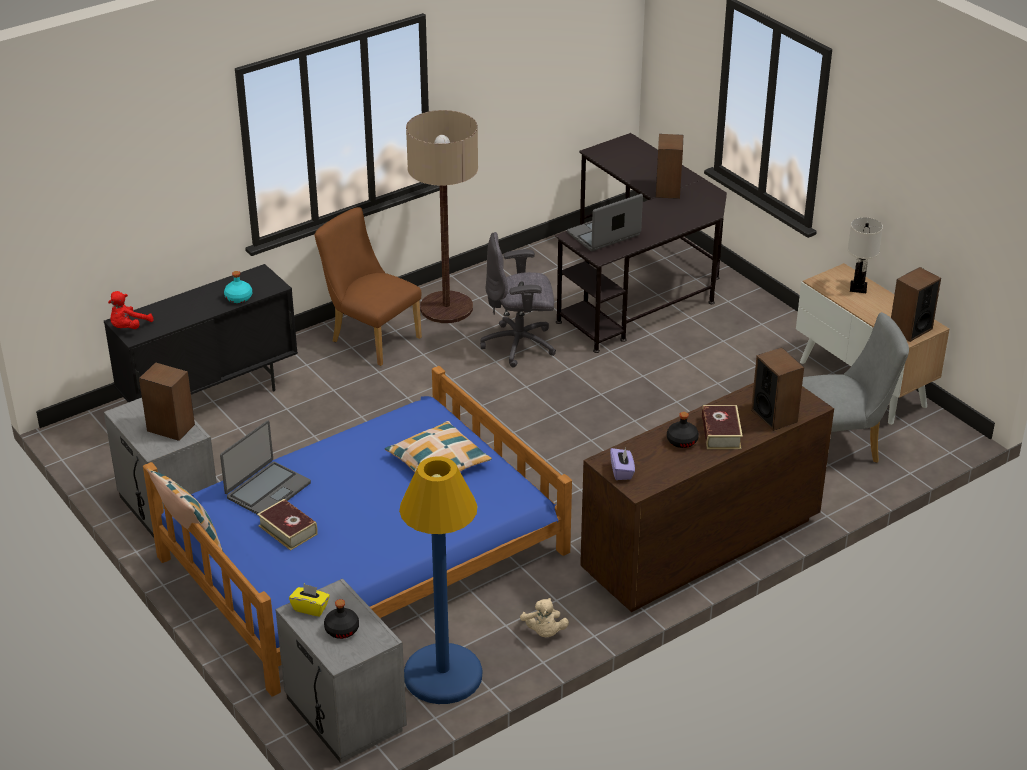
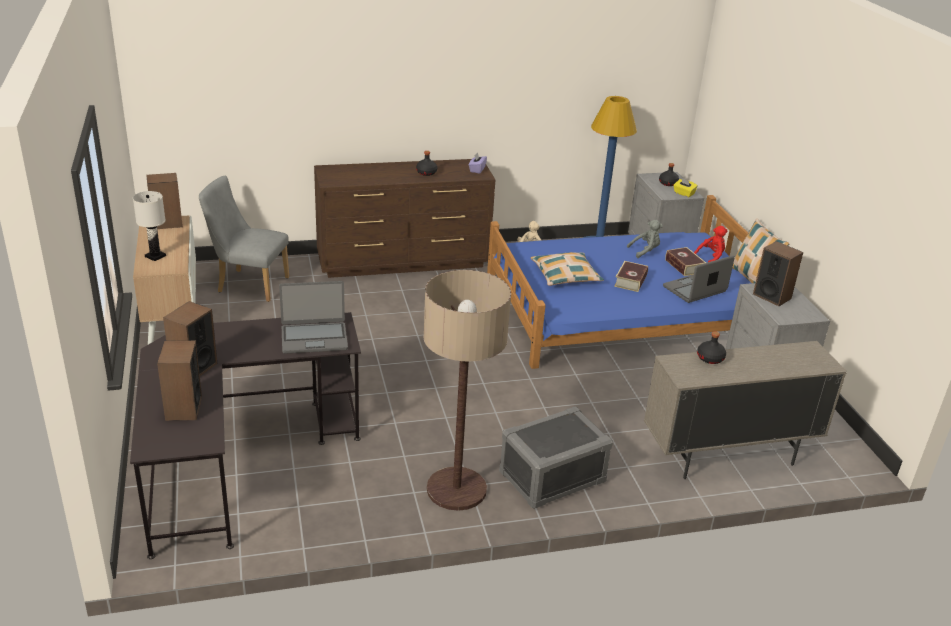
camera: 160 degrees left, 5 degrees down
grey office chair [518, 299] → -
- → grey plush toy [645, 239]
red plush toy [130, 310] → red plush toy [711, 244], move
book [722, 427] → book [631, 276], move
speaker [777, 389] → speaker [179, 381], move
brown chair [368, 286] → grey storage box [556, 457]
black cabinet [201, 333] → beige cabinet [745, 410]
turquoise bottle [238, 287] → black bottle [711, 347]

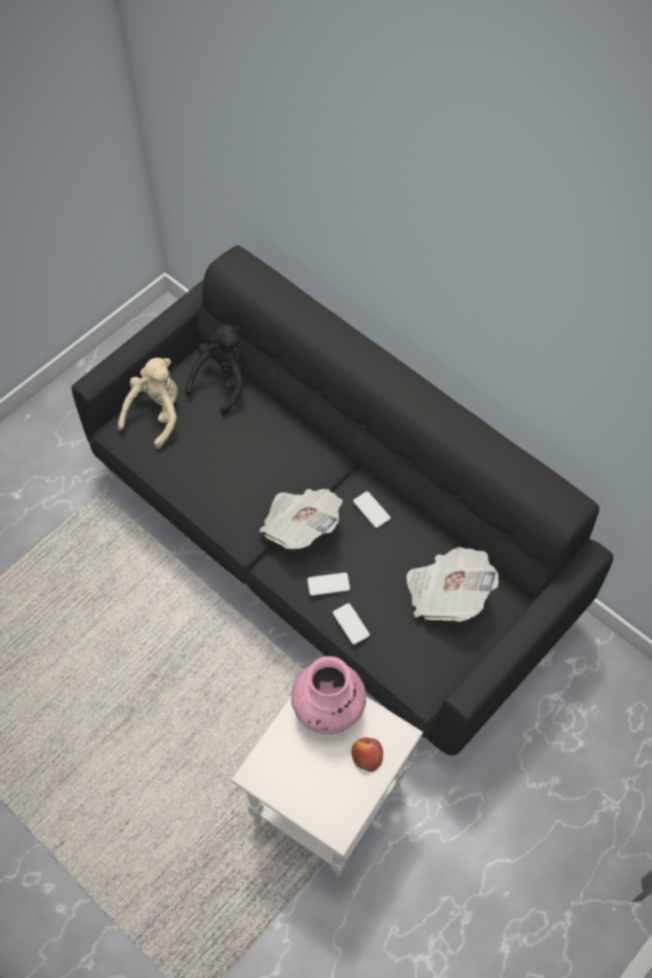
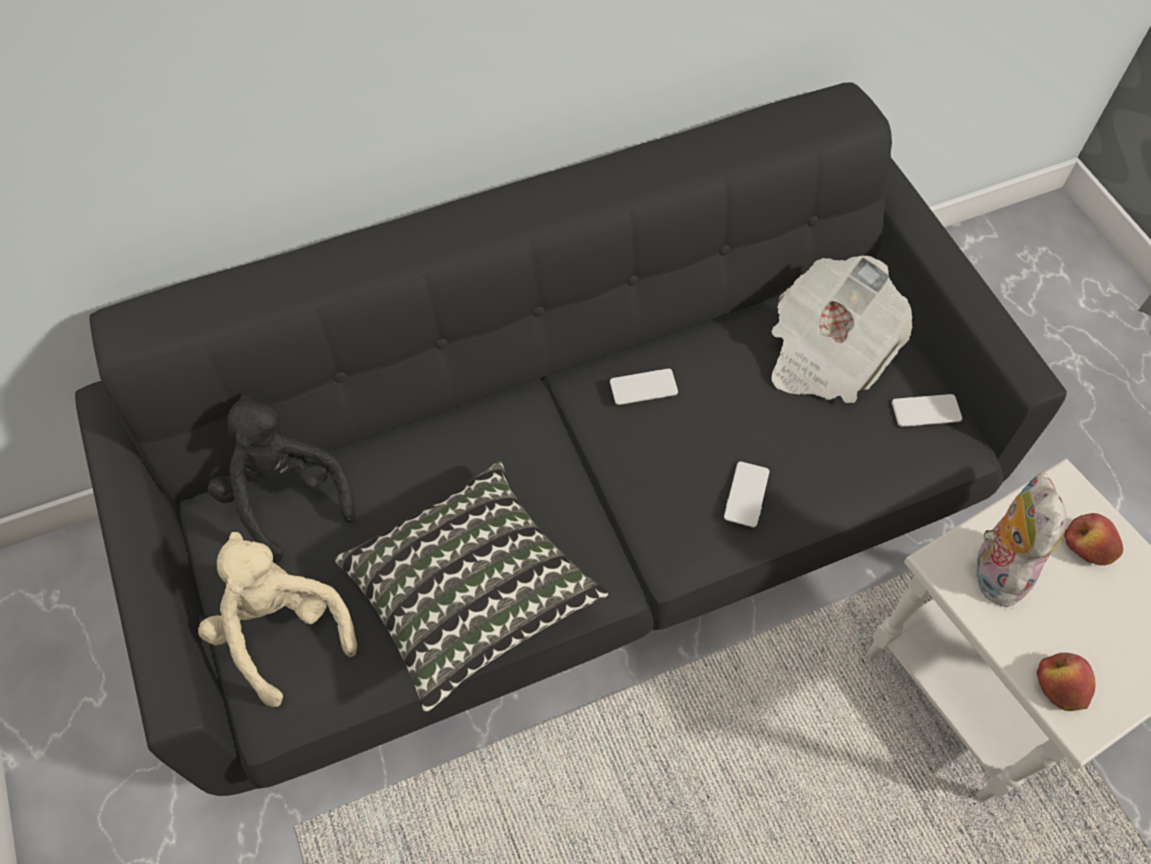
camera: 65 degrees left, 0 degrees up
newspaper [301, 518] → -
- → pillow [471, 586]
- → apple [1066, 682]
phone [351, 623] → phone [927, 410], move
pink vase [328, 695] → plush toy [1020, 542]

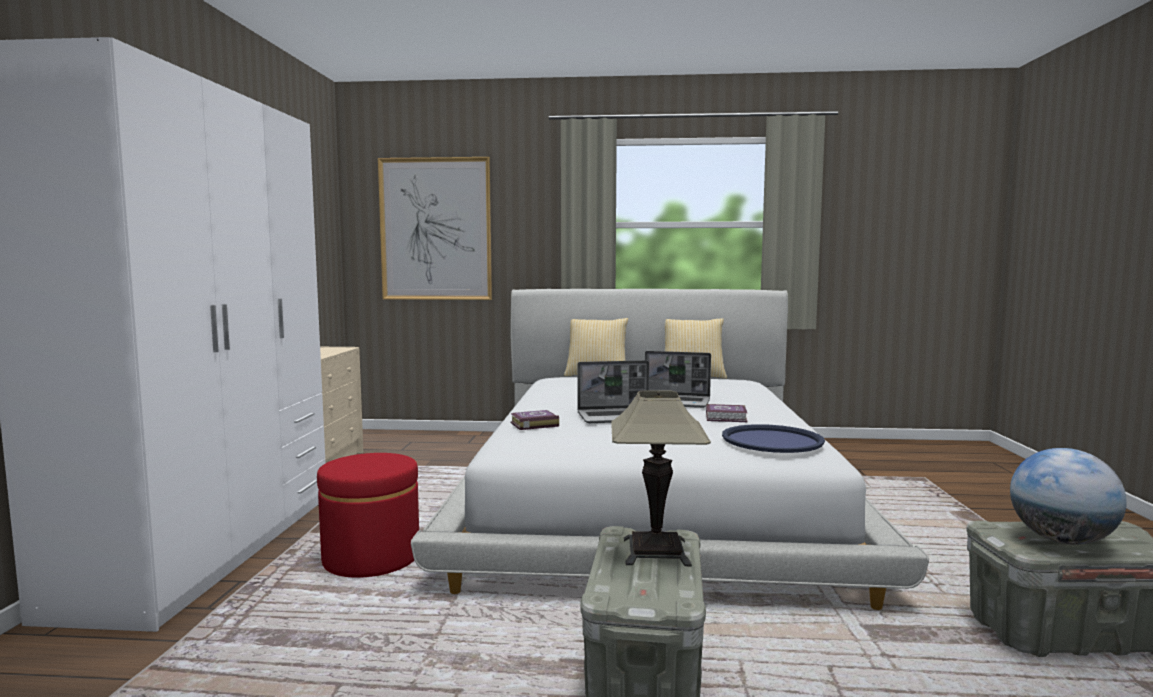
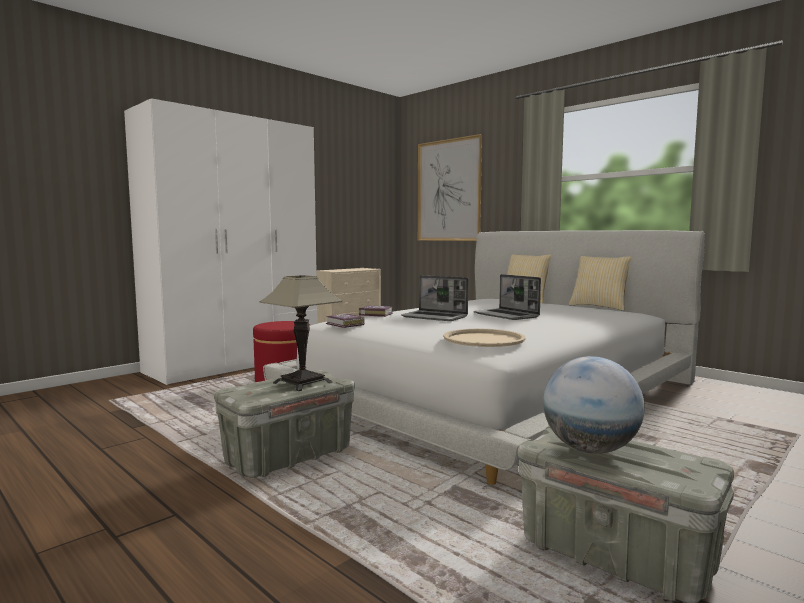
camera: 40 degrees right, 0 degrees up
book [726, 413] → book [345, 320], move
blue tray [773, 438] → beige tray [484, 338]

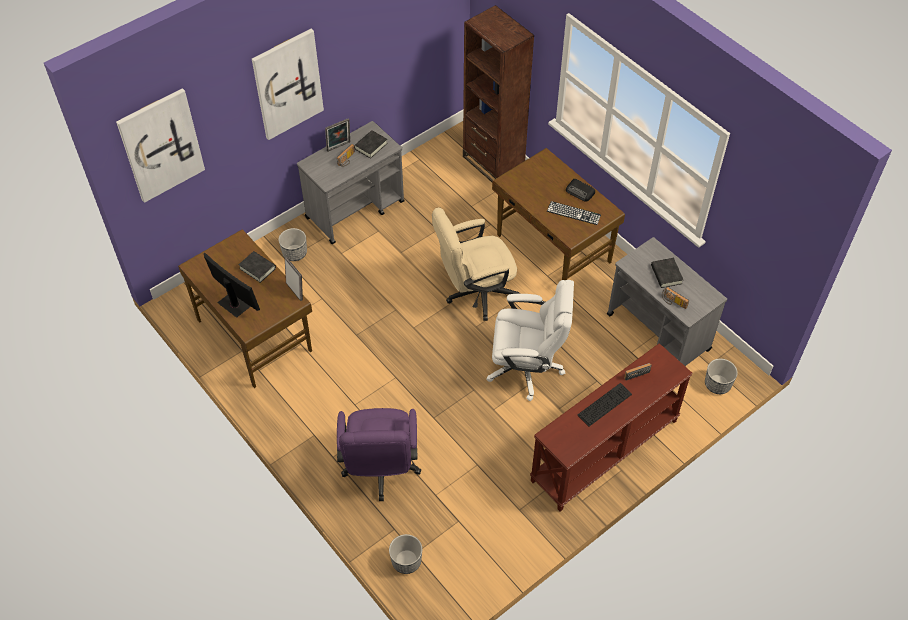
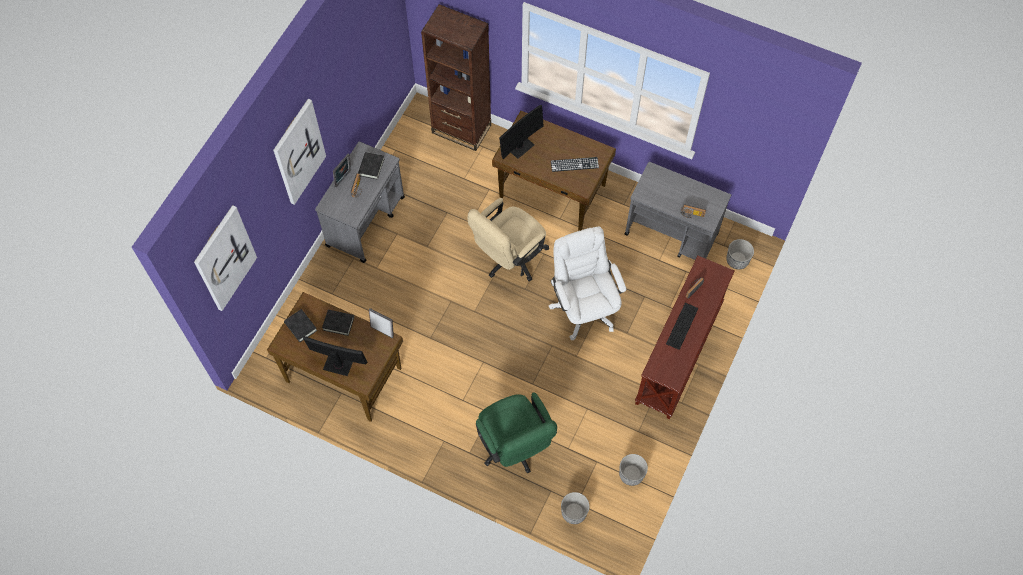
camera: 25 degrees left, 10 degrees up
radio [580, 190] → -
- → monitor [521, 132]
planter [292, 244] → planter [633, 470], move
black book [667, 273] → black book [300, 325], move
purple office chair [379, 454] → green office chair [516, 433]
white office chair [530, 340] → white office chair [587, 283], 90 degrees counterclockwise

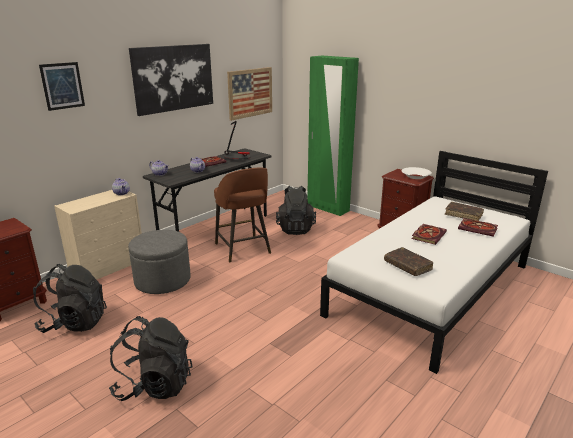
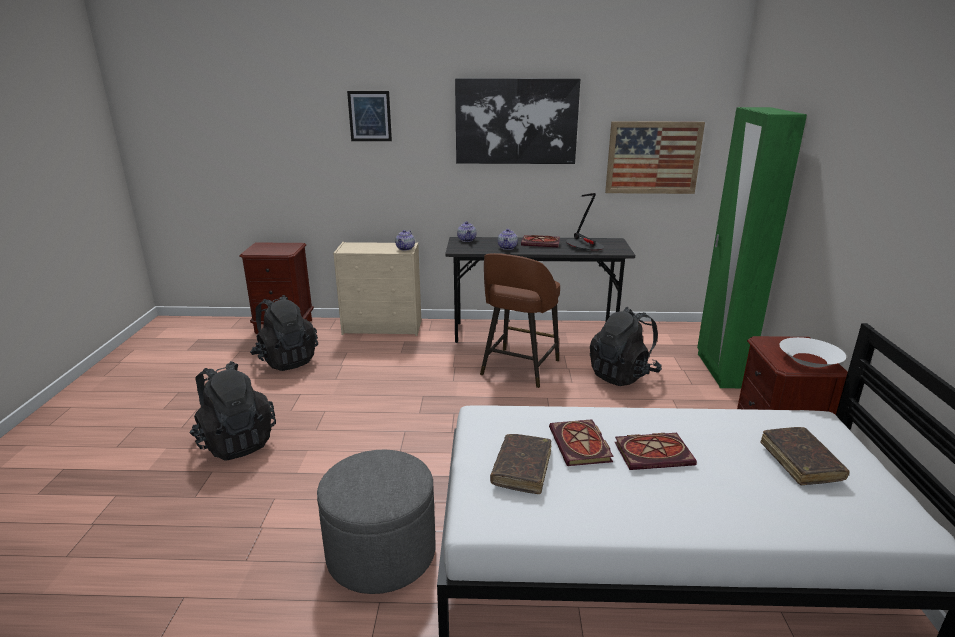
camera: 50 degrees right, 0 degrees up
grey ottoman [159, 262] → grey ottoman [376, 522], move
book [478, 227] → book [581, 442], move

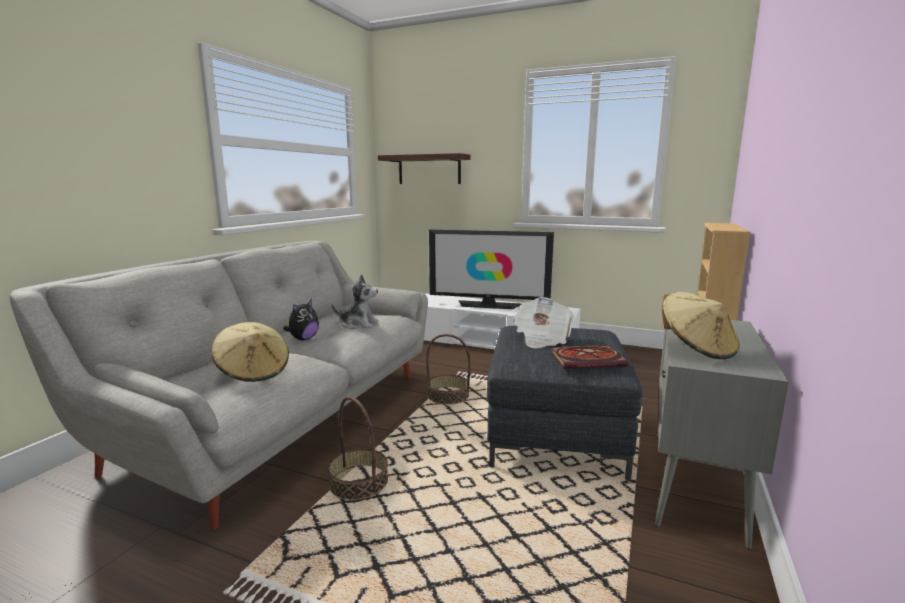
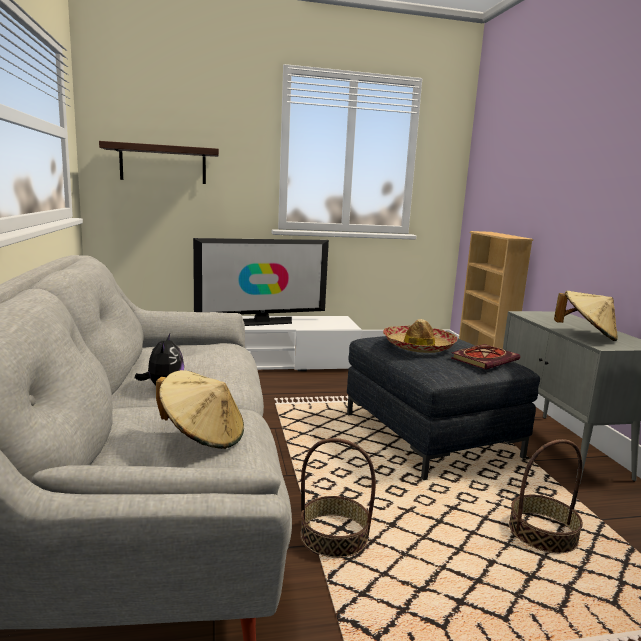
camera: 35 degrees left, 0 degrees up
plush toy [355, 301] → -
basket [448, 369] → basket [546, 496], move
newspaper [543, 322] → hat [420, 336]

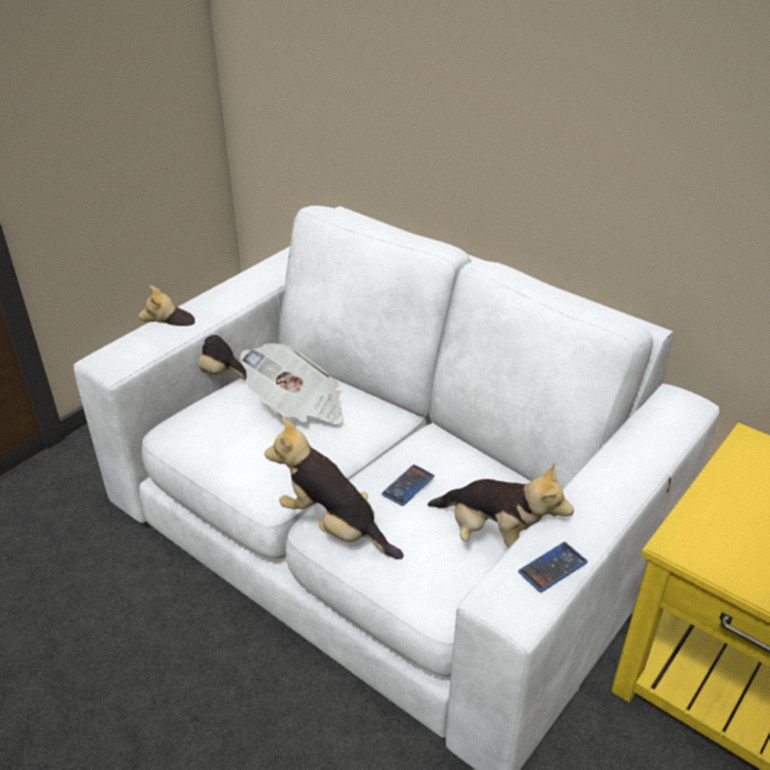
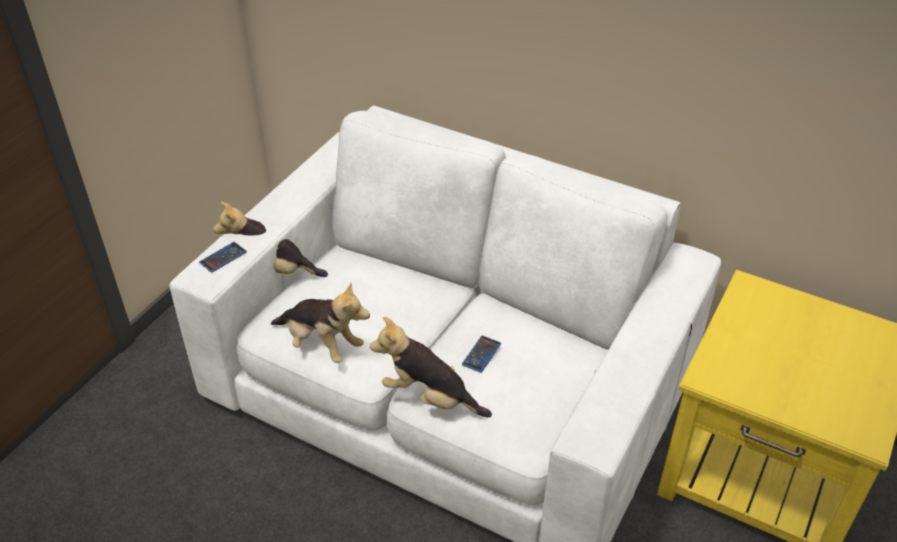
camera: 10 degrees left, 5 degrees up
newspaper [291, 383] → -
plush toy [500, 505] → plush toy [320, 323], move
phone [553, 567] → phone [223, 257], move

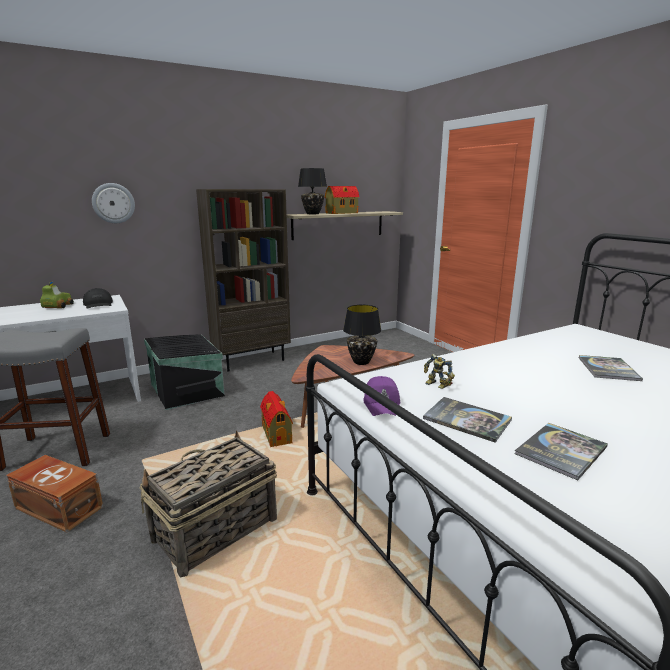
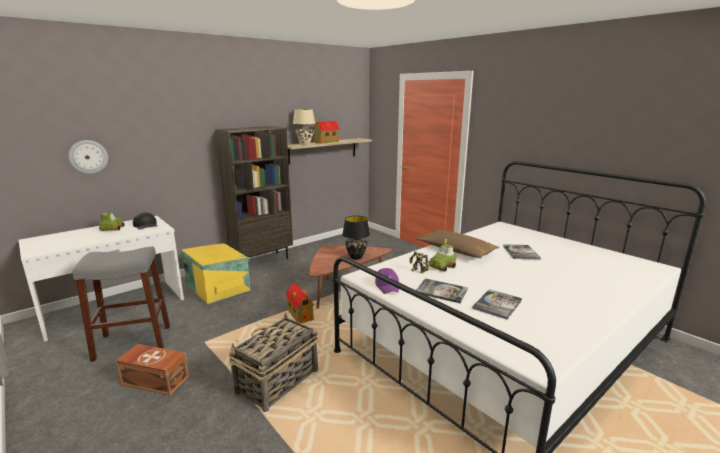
camera: 10 degrees left, 0 degrees up
- → brown pillow [457, 244]
- → toy car [442, 255]
wall clock [113, 203] → wall clock [88, 157], move
black storage box [184, 372] → yellow storage box [215, 274]
black table lamp [312, 191] → beige table lamp [304, 127]

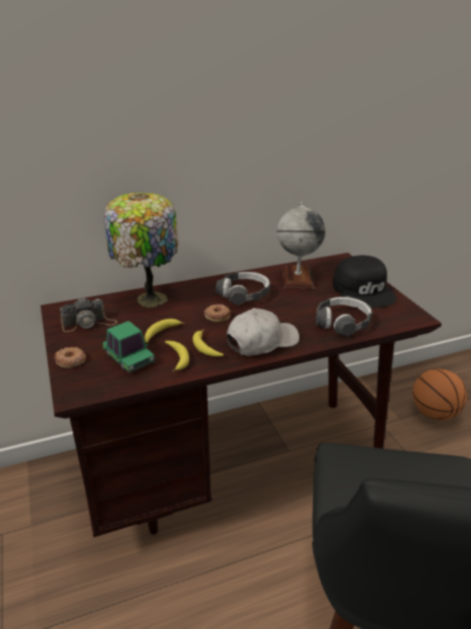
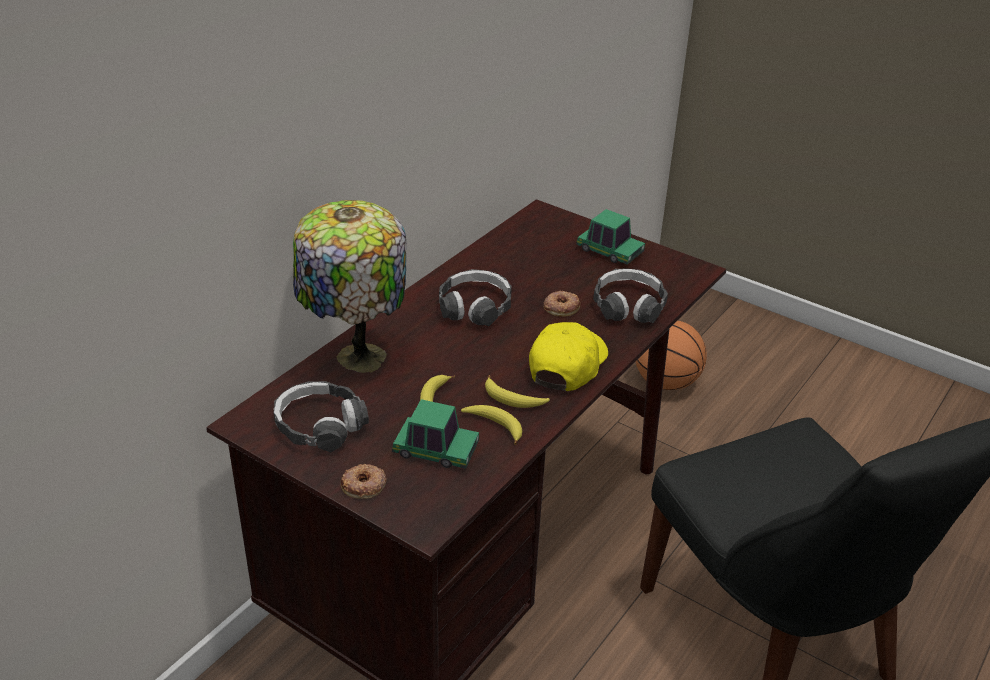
camera: 35 degrees left, 5 degrees up
globe [301, 245] → -
donut [217, 313] → donut [562, 303], move
photo camera [88, 314] → headphones [321, 417]
black cap [364, 281] → toy car [610, 236]
white cap [263, 332] → yellow cap [568, 356]

